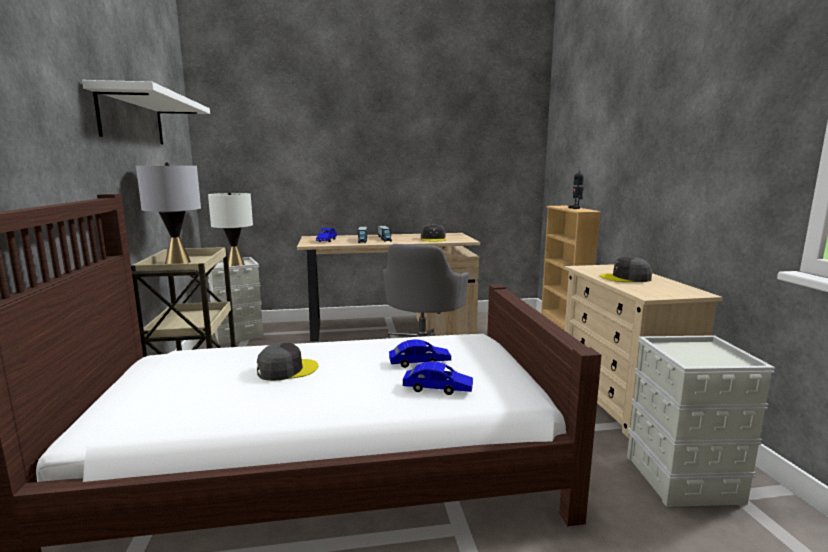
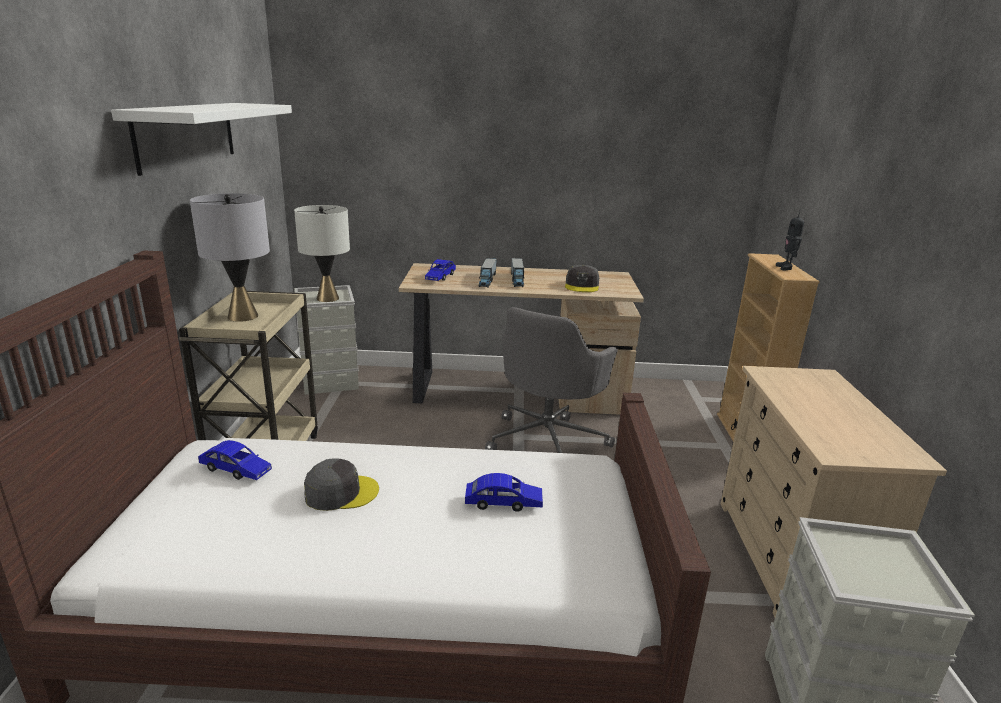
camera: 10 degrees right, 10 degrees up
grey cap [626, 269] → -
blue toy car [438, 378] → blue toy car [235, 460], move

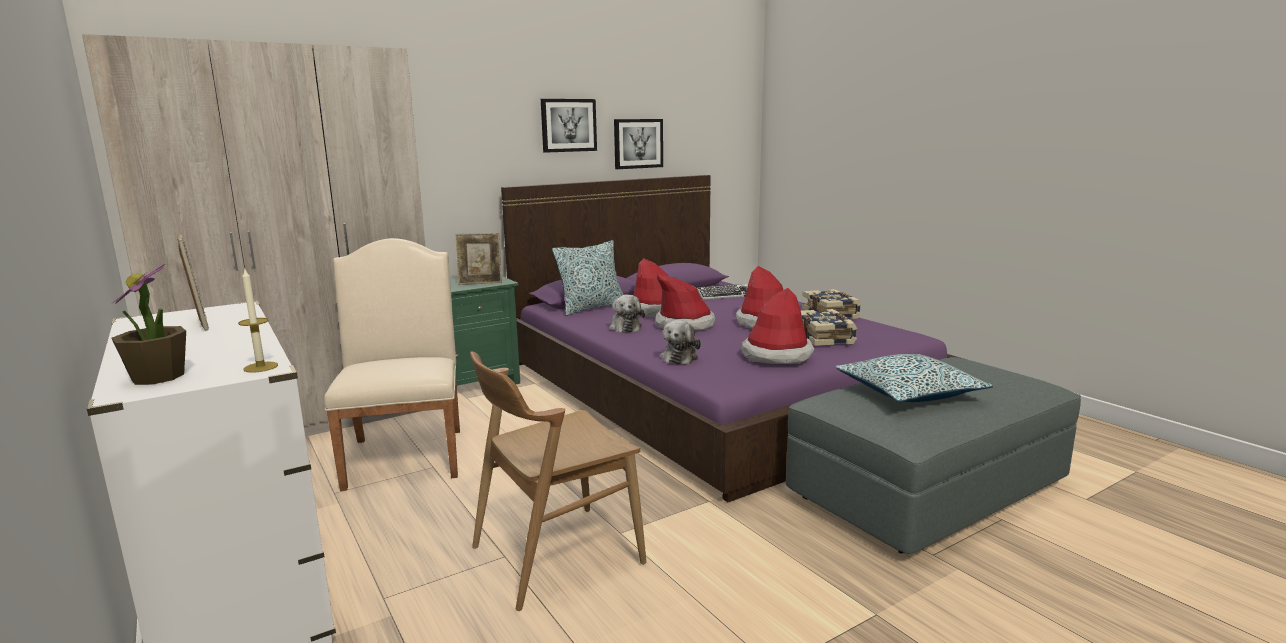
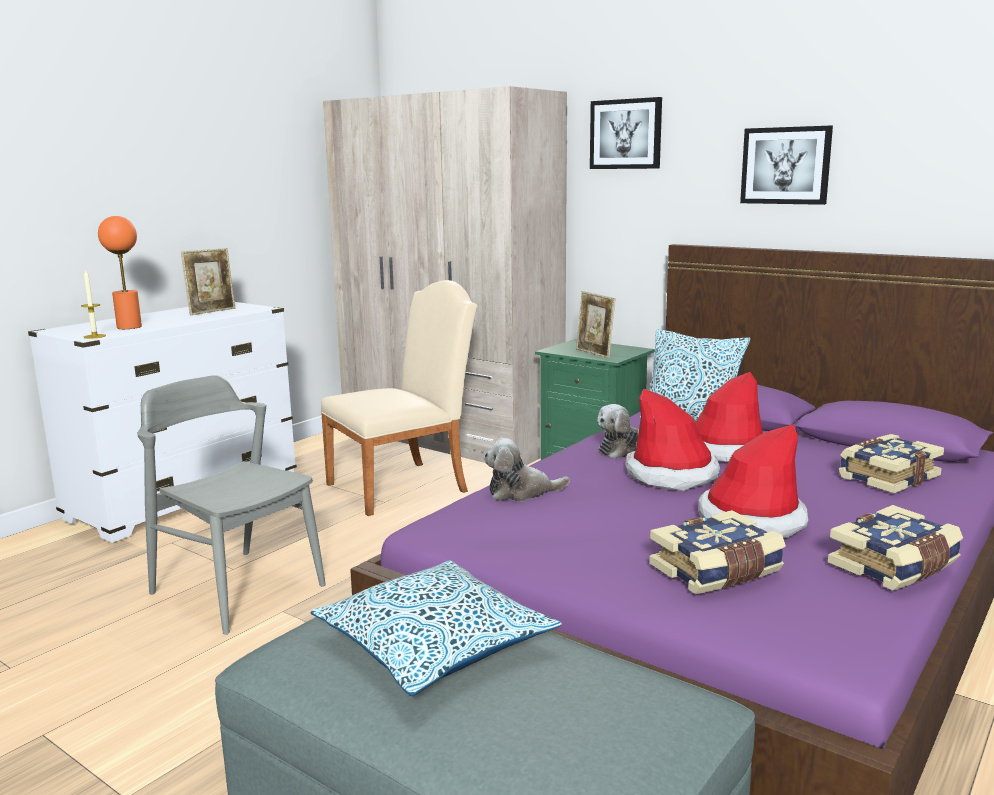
camera: 70 degrees right, 0 degrees up
potted plant [148, 324] → -
hat [778, 326] → -
- → orange table lamp [120, 272]
picture [638, 144] → picture [626, 133], move
keyboard [722, 292] → book [891, 464]
brown chair [558, 481] → grey chair [231, 505]

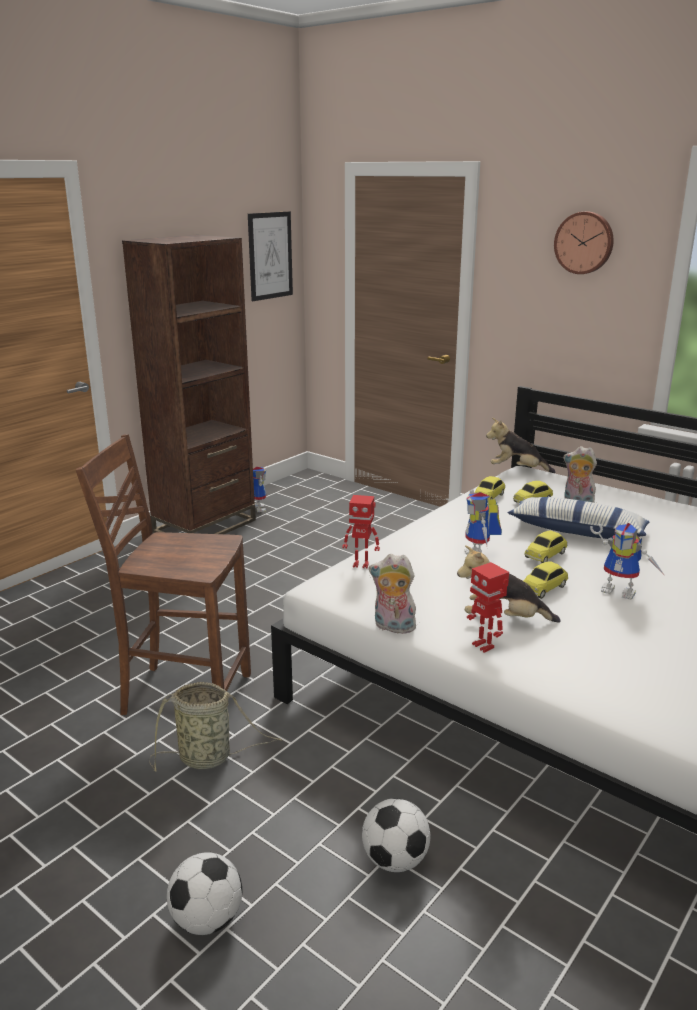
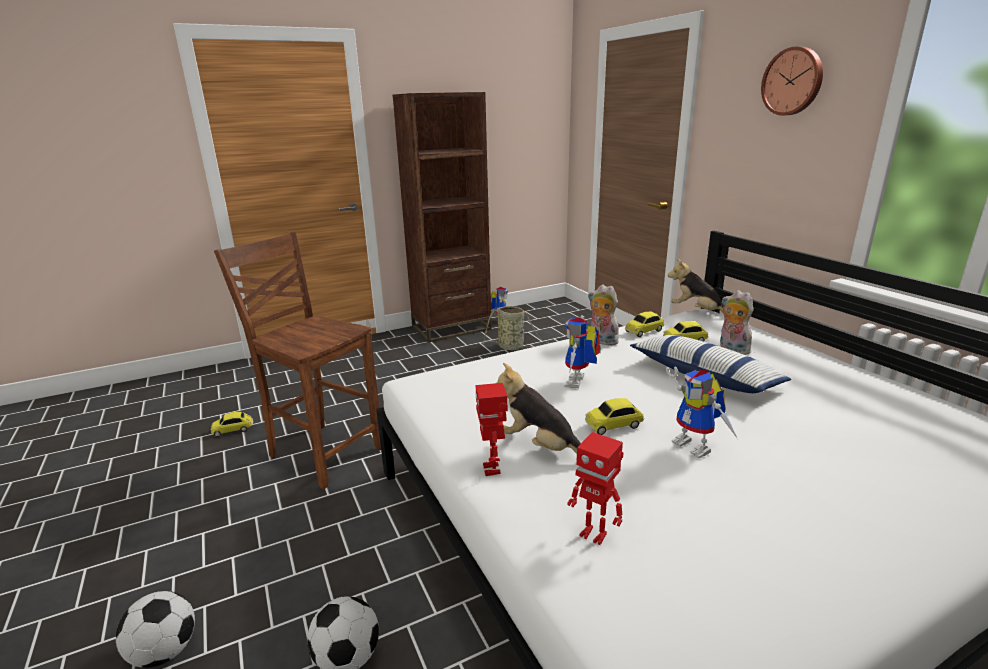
camera: 25 degrees right, 0 degrees up
picture [270, 256] → -
basket [216, 726] → basket [515, 328], move
toy robot [361, 532] → toy robot [595, 488], move
plush toy [394, 594] → plush toy [603, 315], move
toy car [545, 547] → toy car [232, 424], move

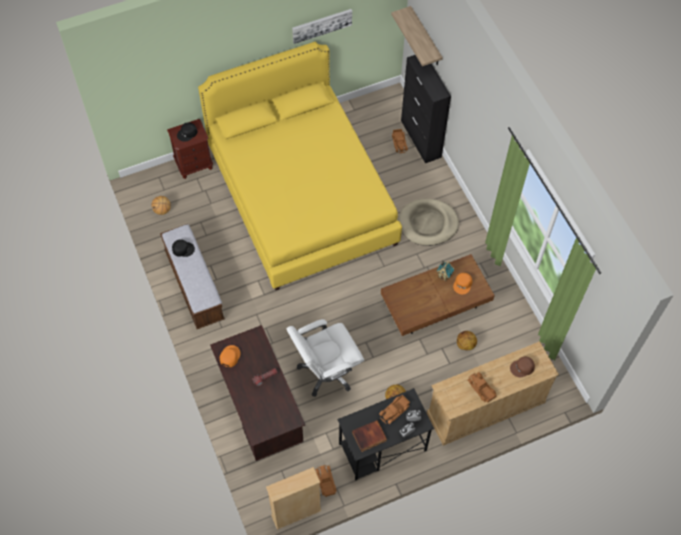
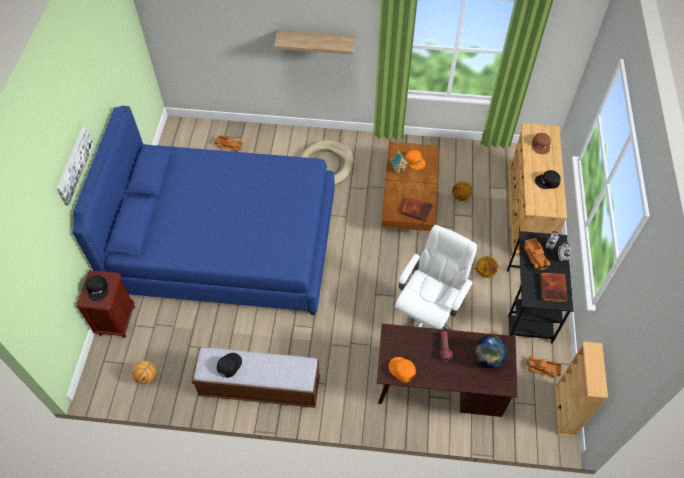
camera: 60 degrees left, 5 degrees down
black cabinet [426, 109] → -
- → book [417, 209]
- → globe [491, 351]
picture [322, 26] → picture [74, 166], move
shelf [417, 36] → shelf [315, 42], move
toy truck [482, 387] → black cap [548, 179]
yellow bed [300, 166] → blue bed [203, 210]
white office chair [325, 358] → white office chair [436, 277], 150 degrees counterclockwise

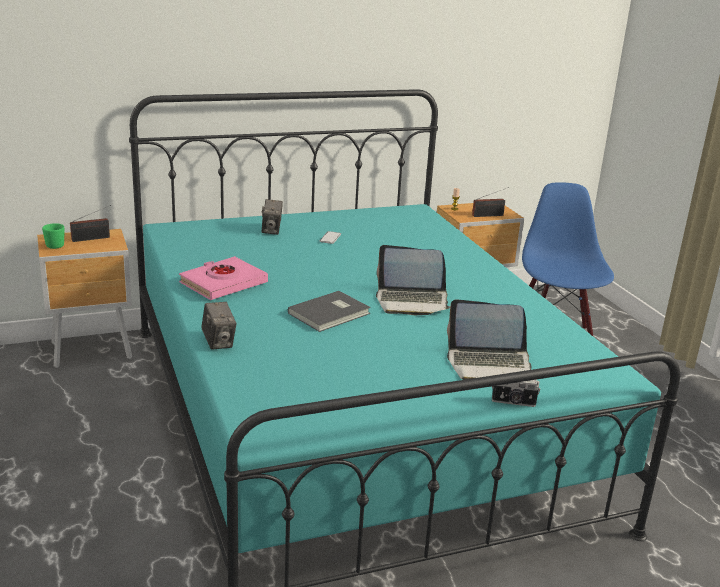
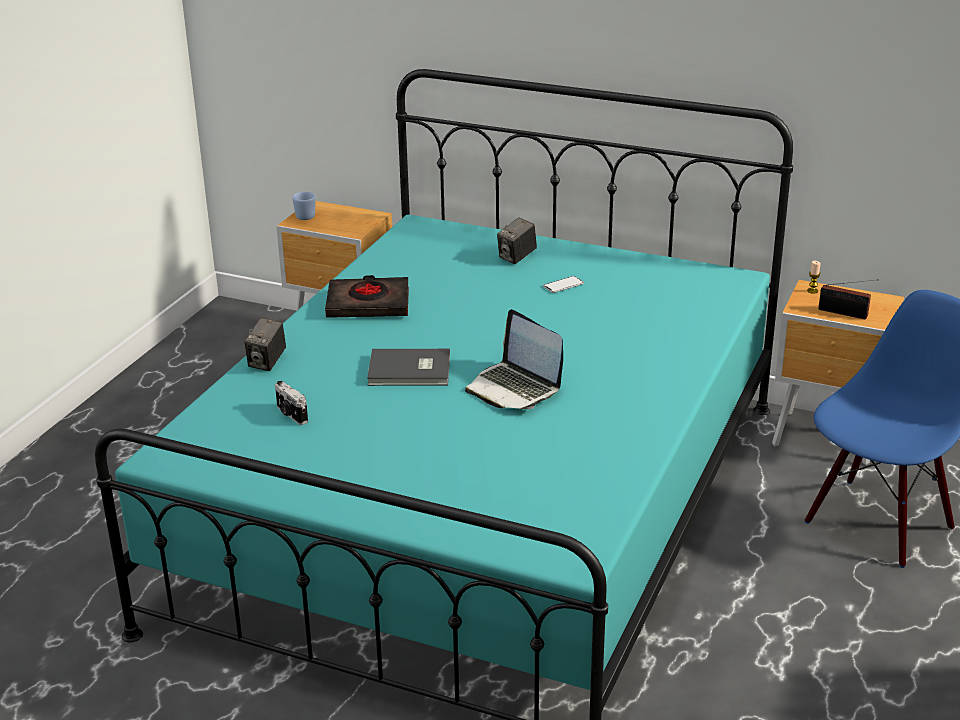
camera: 45 degrees right, 5 degrees up
radio [90, 223] → -
laptop [489, 339] → -
photo camera [516, 393] → photo camera [291, 403], move
green mug [53, 236] → blue mug [304, 206]
pink book [223, 278] → black book [367, 296]

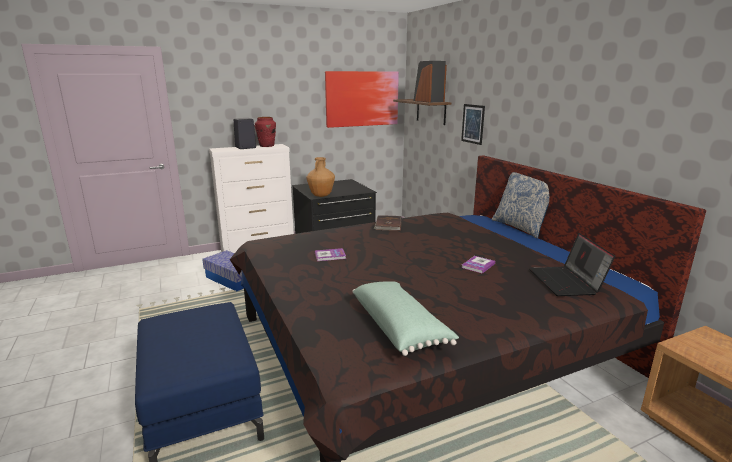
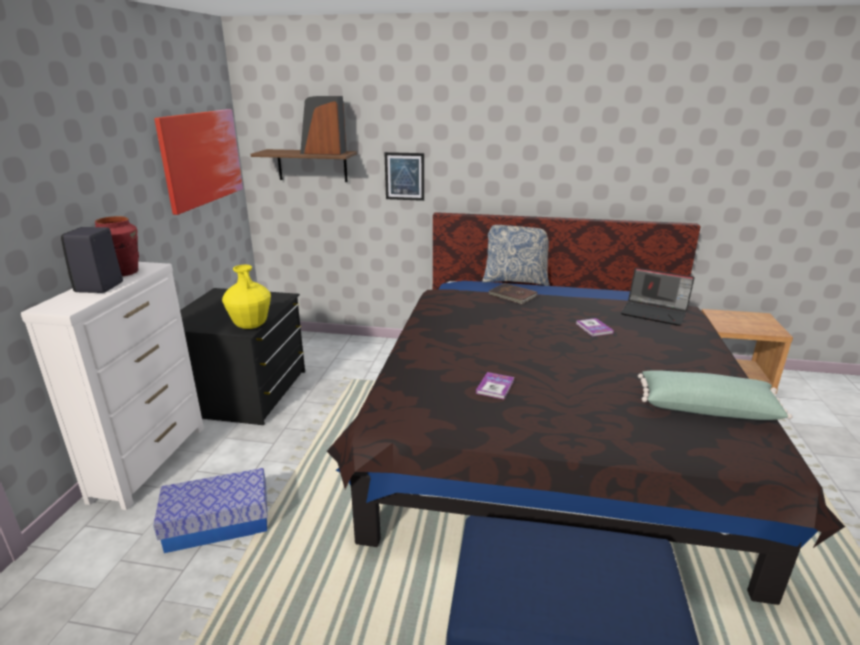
camera: 55 degrees left, 5 degrees up
brown book [387, 223] → brown book [512, 293], move
brown vase [321, 177] → yellow vase [246, 297]

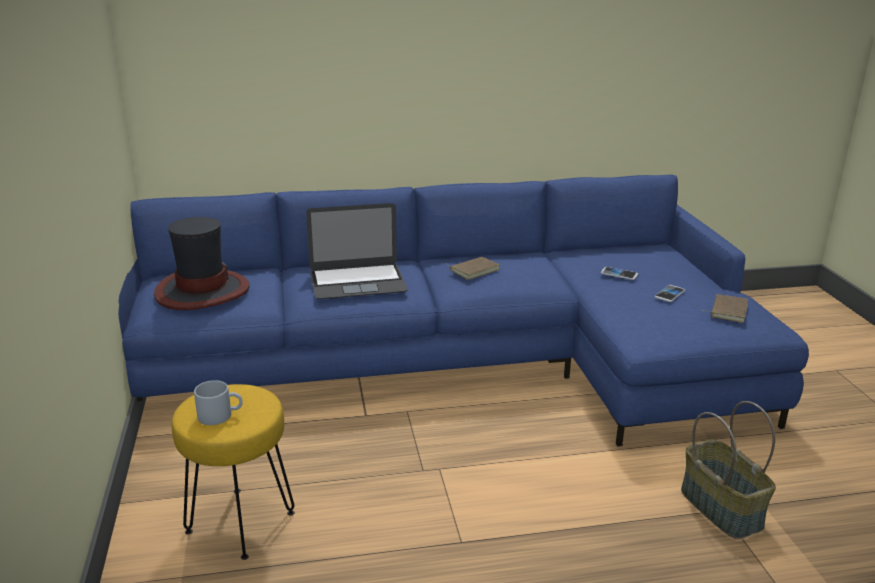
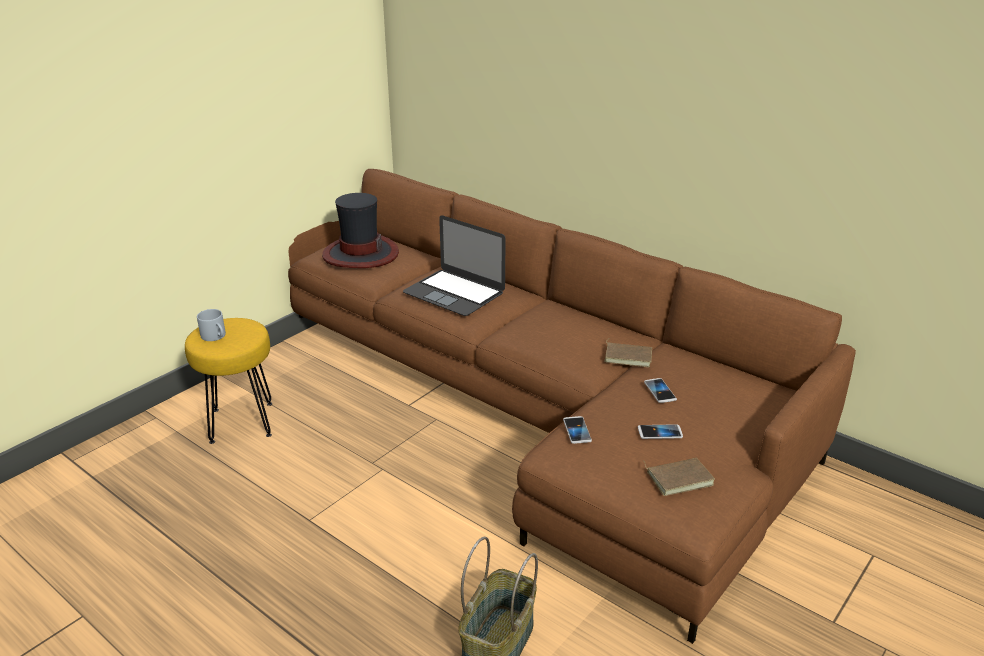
camera: 50 degrees right, 5 degrees up
- → phone [577, 430]
brown book [473, 268] → brown book [628, 352], move
blue sofa [463, 310] → brown sofa [572, 406]

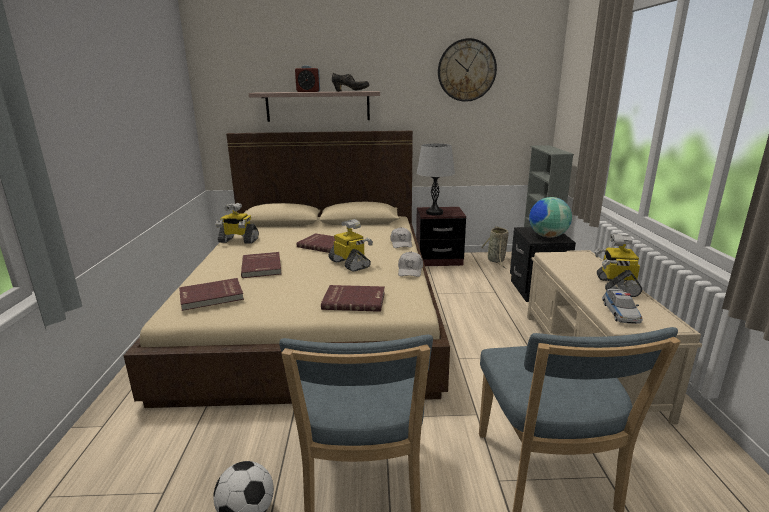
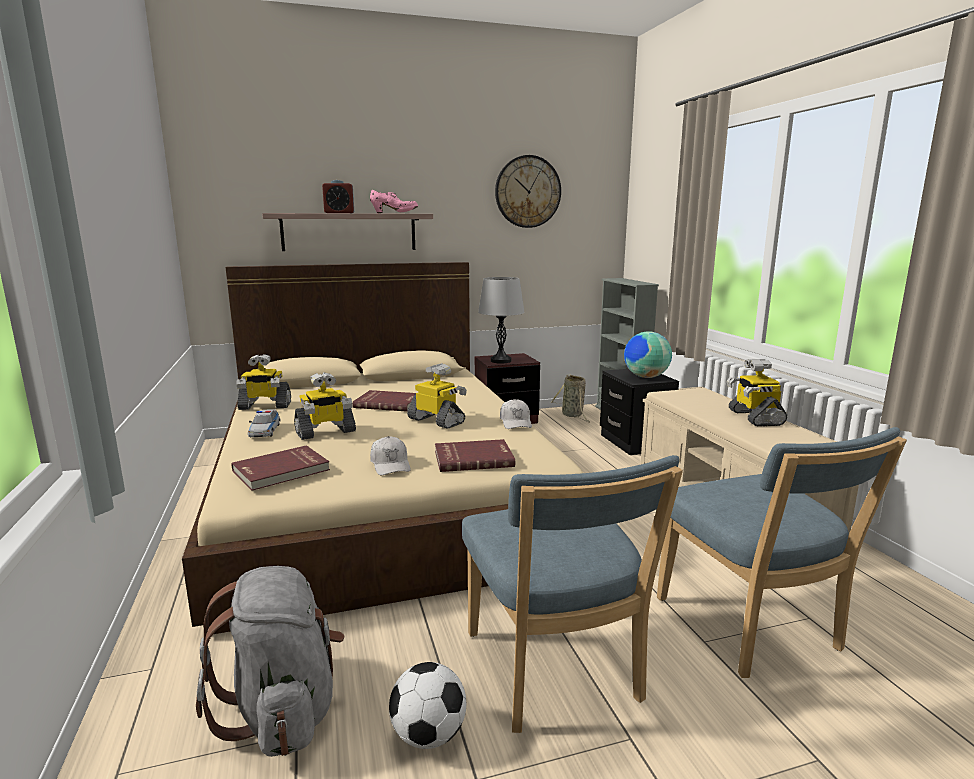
camera: 15 degrees left, 5 degrees down
- → grey backpack [270, 661]
white cap [401, 237] → white cap [390, 455], move
toy car [622, 306] → toy car [264, 423], move
red book [261, 265] → toy robot [325, 406]
black shoe [351, 82] → pink shoe [394, 201]

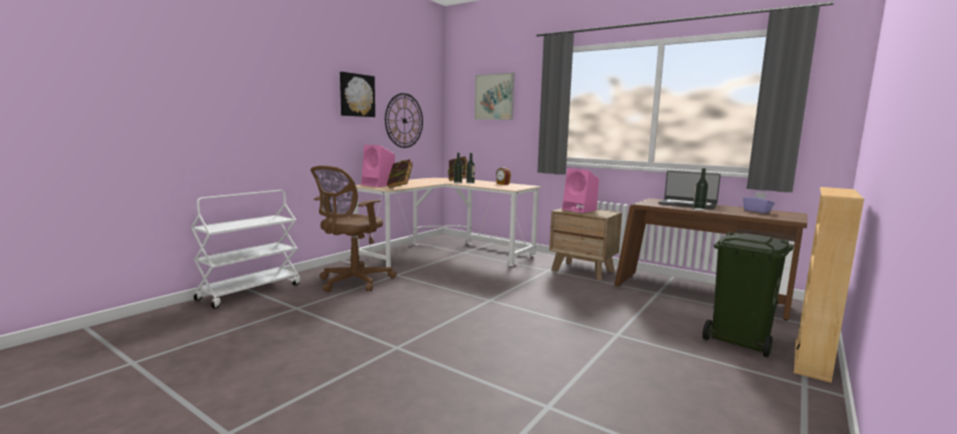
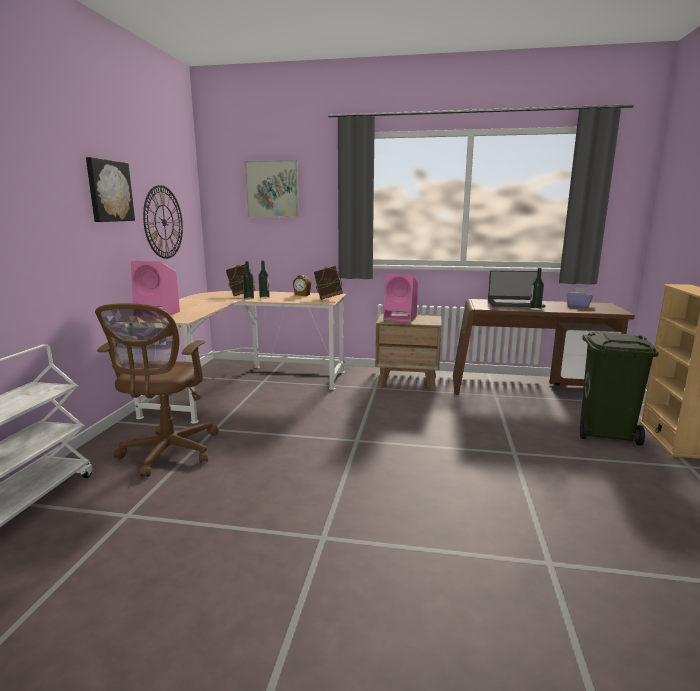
camera: 25 degrees left, 5 degrees up
book [400, 173] → book [328, 283], move

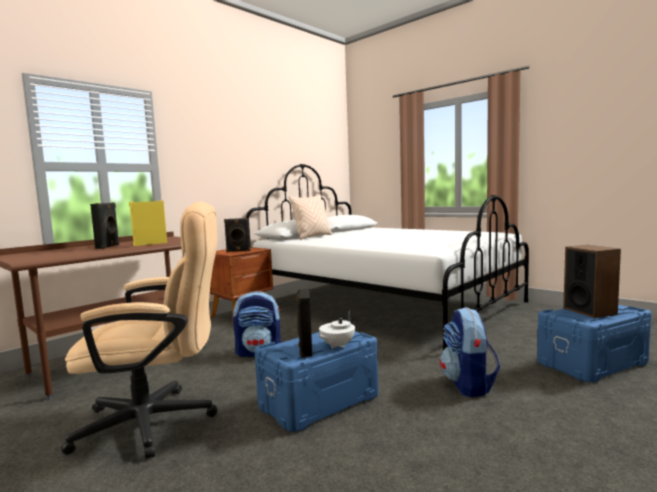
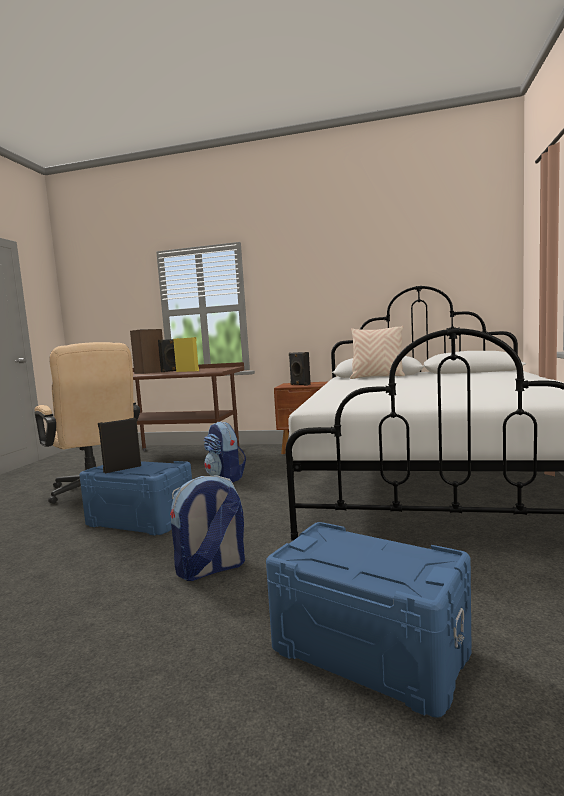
camera: 60 degrees right, 0 degrees up
white teapot [336, 330] → -
speaker [592, 281] → speaker [146, 351], move

